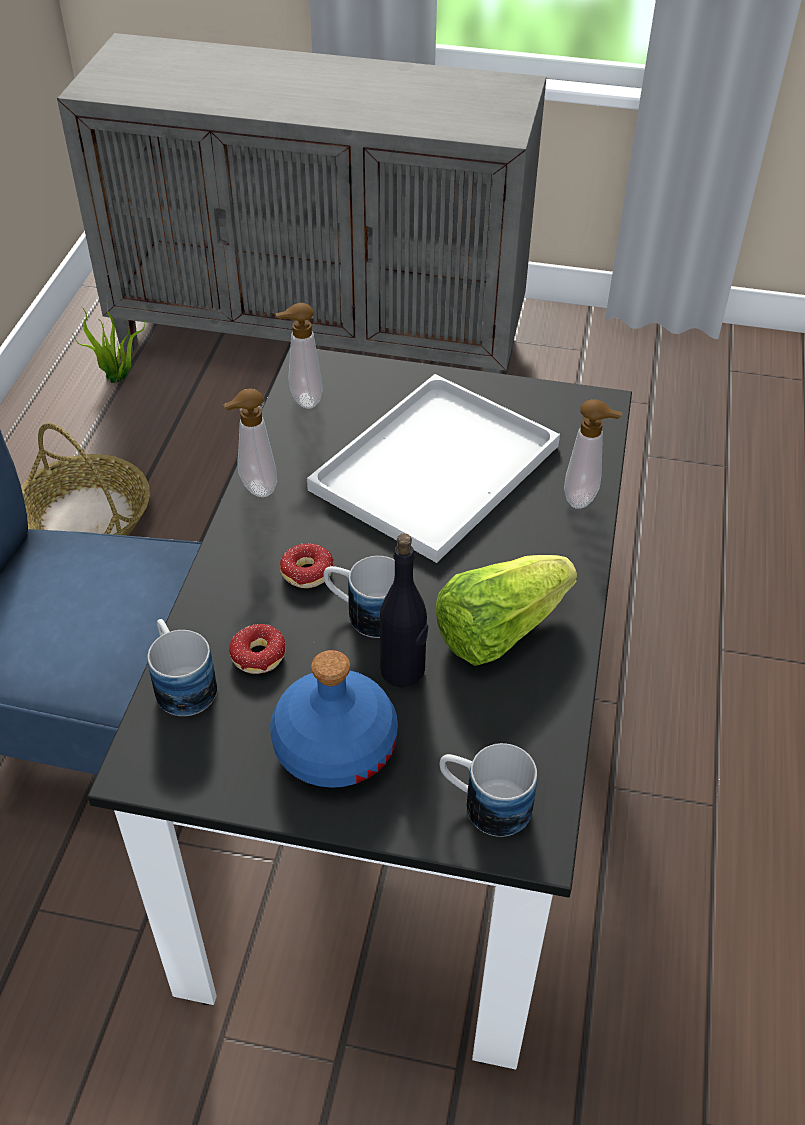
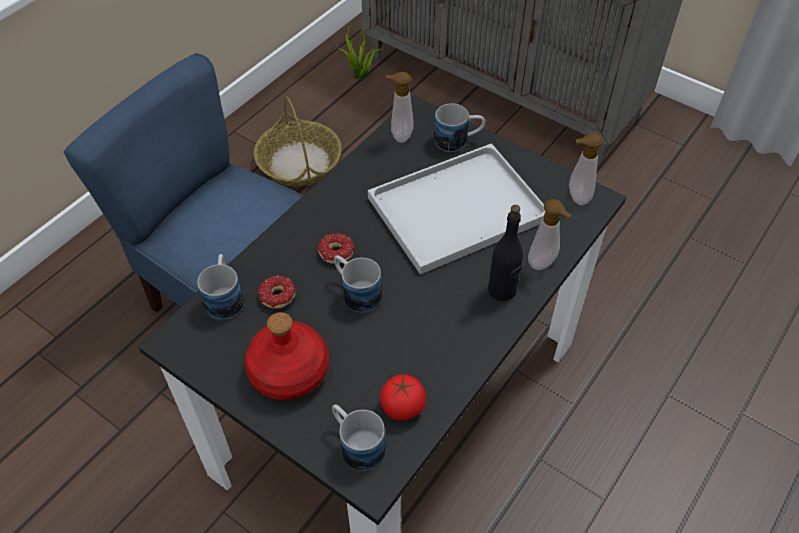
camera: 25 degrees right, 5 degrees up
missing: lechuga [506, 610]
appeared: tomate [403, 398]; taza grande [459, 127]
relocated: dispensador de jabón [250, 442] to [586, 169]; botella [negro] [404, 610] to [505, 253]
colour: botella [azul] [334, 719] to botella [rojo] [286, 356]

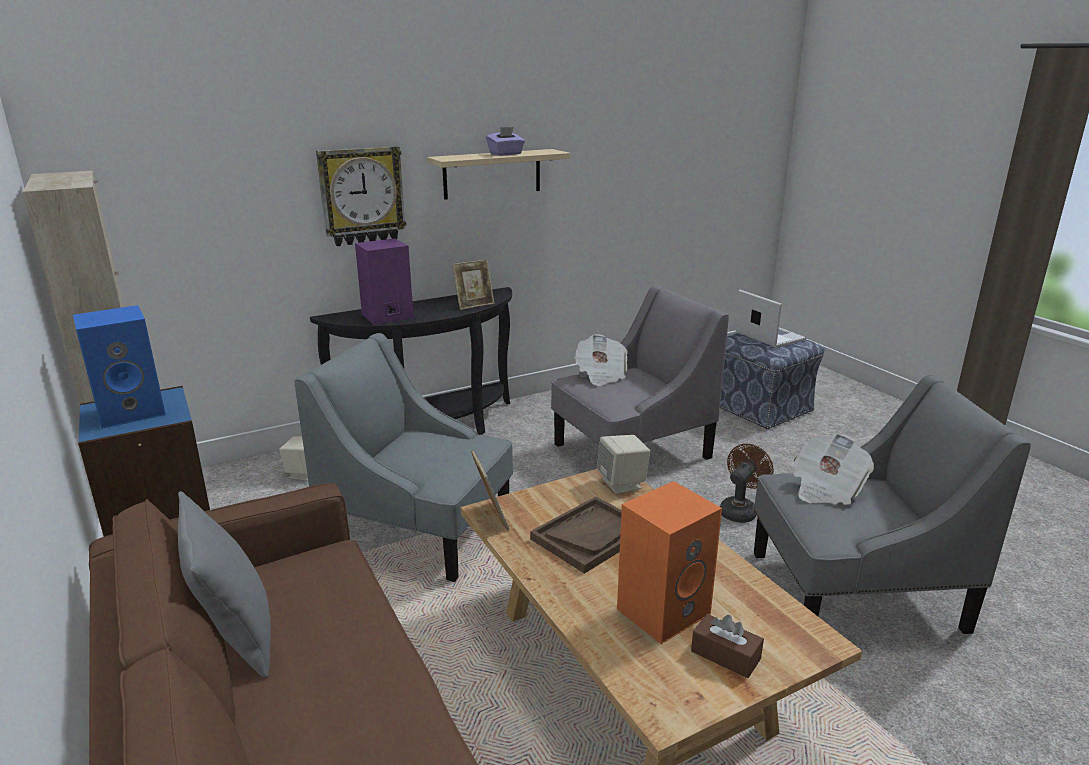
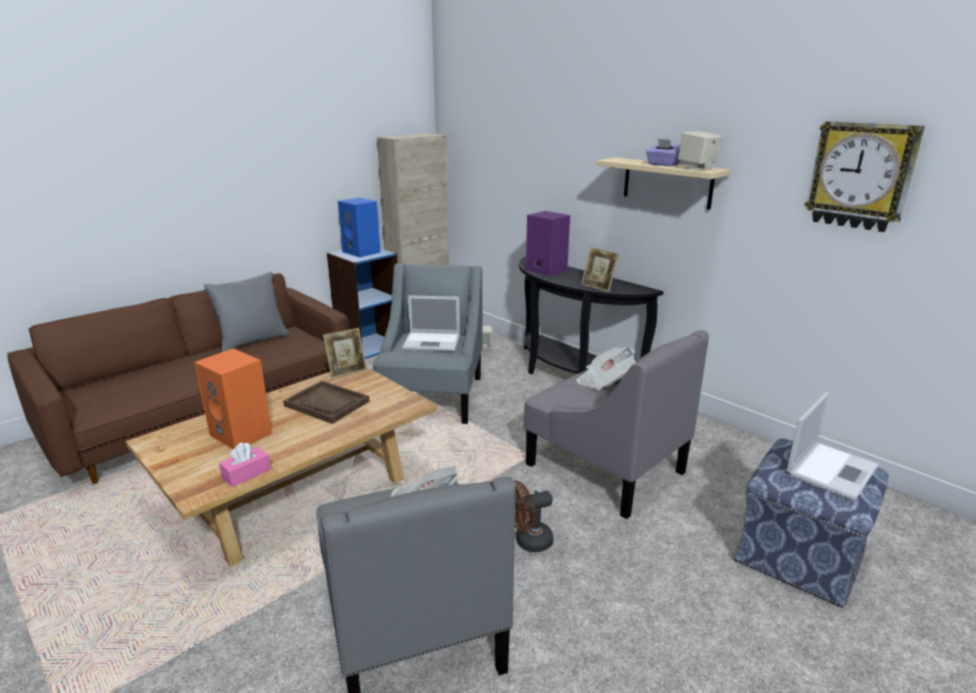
camera: 75 degrees right, 0 degrees up
missing: caja de pañuelos [marrón] [727, 646]
appeared: caja de pañuelos [rosa] [245, 464]; portátil [431, 323]
relocated: reloj de pared [361, 196] to [865, 176]; altavoz [beis] [623, 464] to [700, 151]
spun: ventilador [marrón] [747, 483] = [534, 516] 135 degrees clockwise

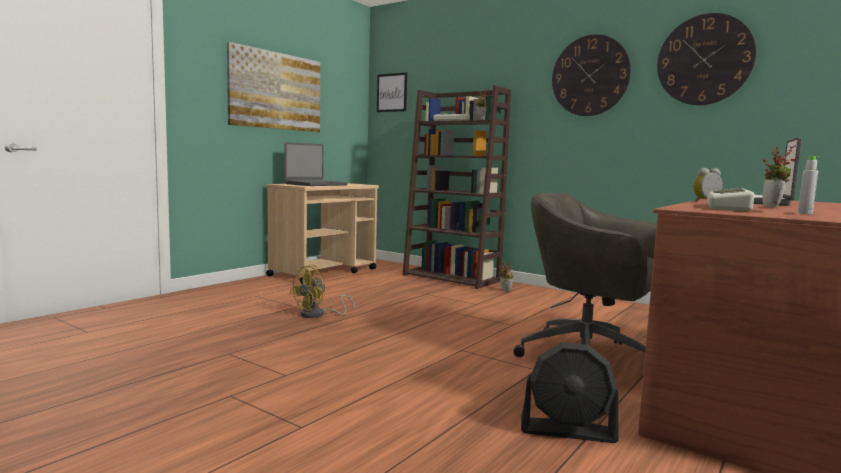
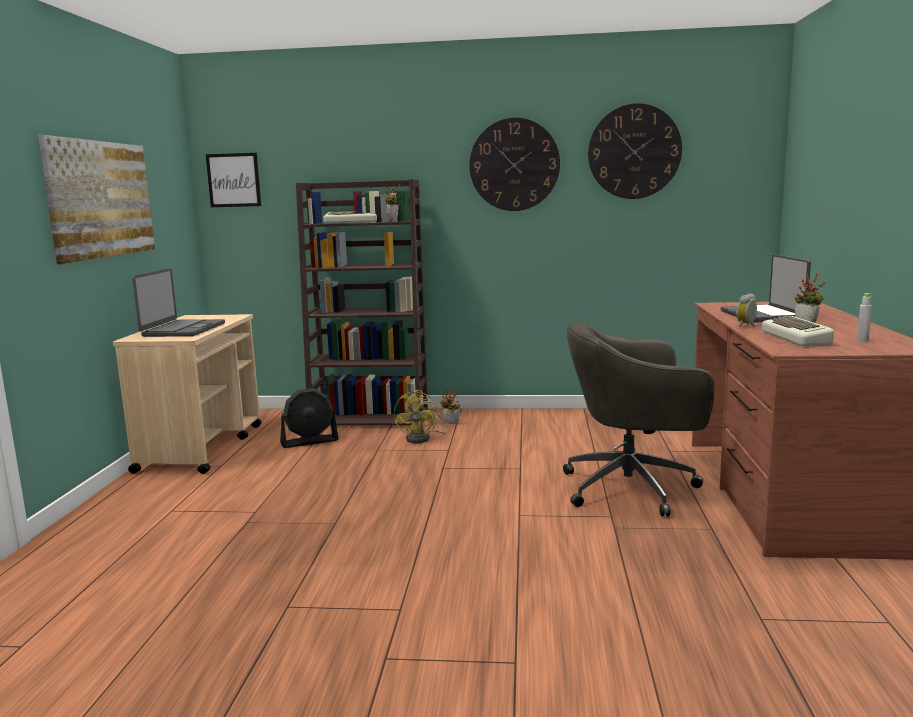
camera: 30 degrees left, 5 degrees up
relocated: ventilador [amarillo] [322, 291] to [420, 416]; ventilador [negro] [570, 392] to [309, 418]

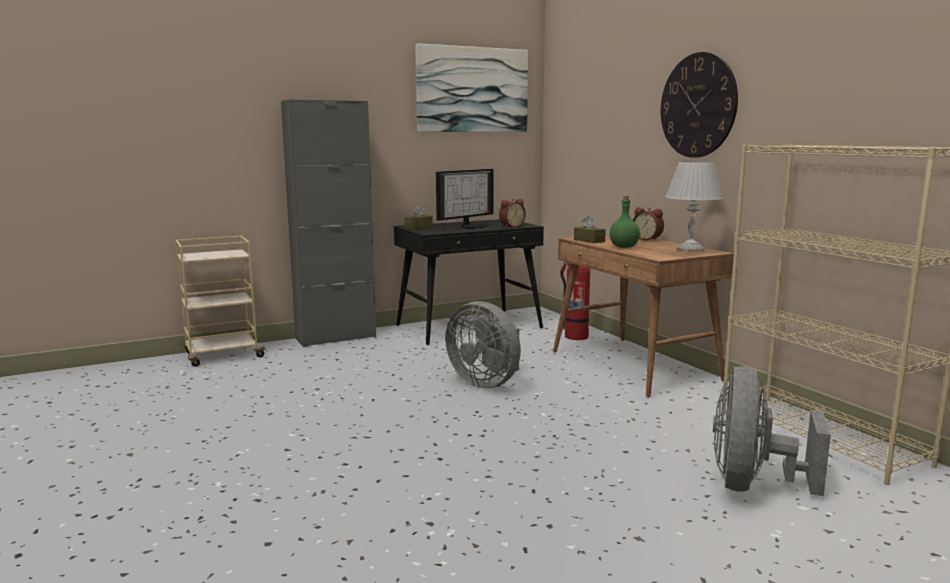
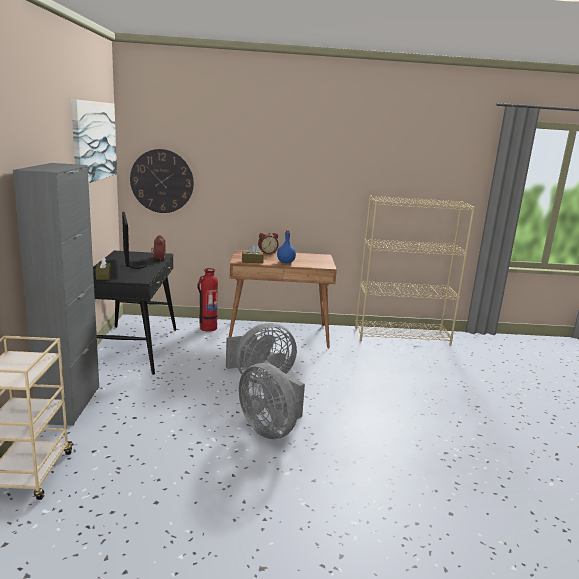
camera: 65 degrees left, 5 degrees up
missing: lámpara de mesa [blanco] [694, 207]
relocated: reloj de pared [699, 105] to [162, 181]; ventilador [gris] [772, 431] to [272, 401]
colour: botella [verde] [625, 222] to botella [azul] [286, 246]

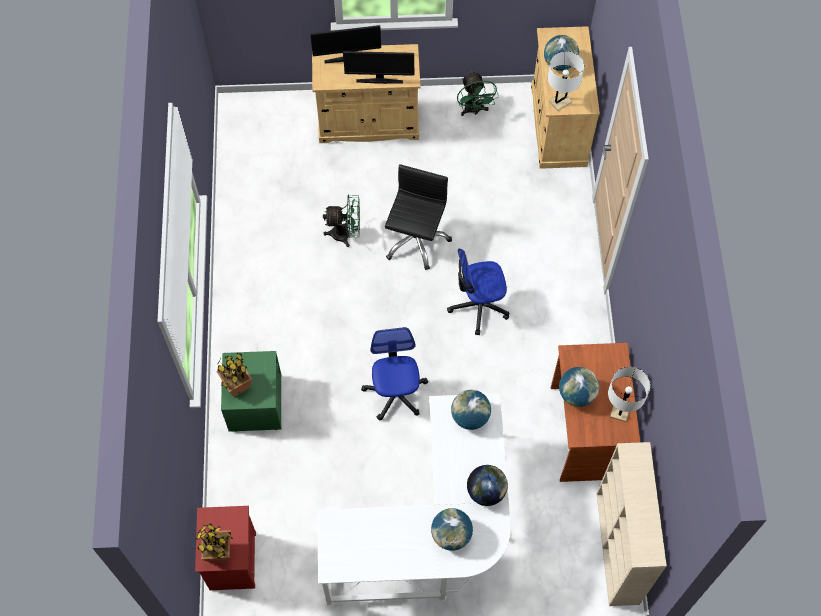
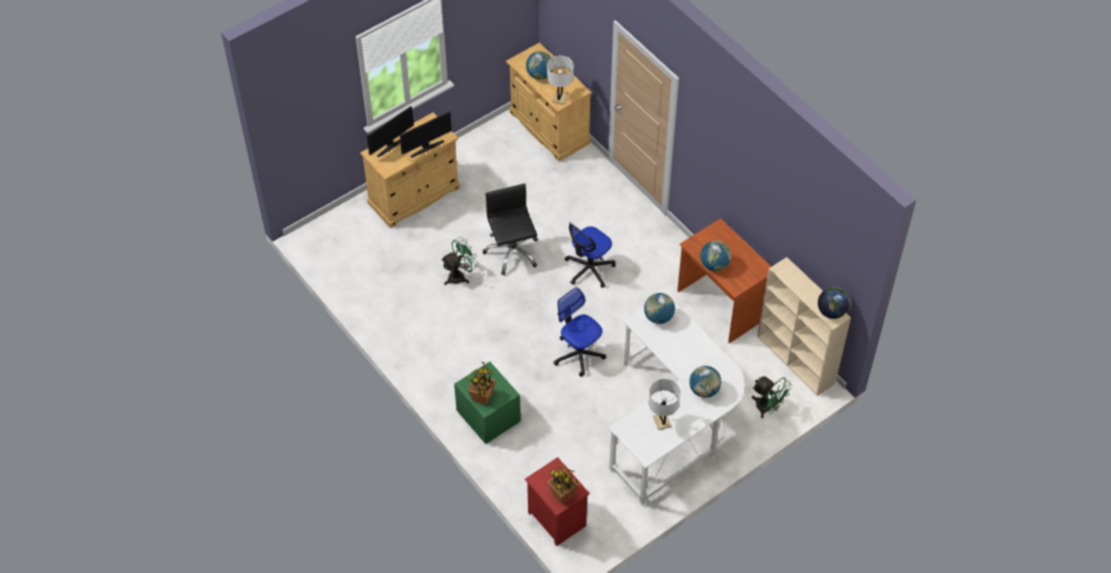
camera: 35 degrees left, 10 degrees down
relocated: ventilador [verde] [478, 93] to [772, 397]; globo terráqueo [487, 485] to [834, 303]; lámpara de mesa [blanco] [629, 394] to [664, 404]

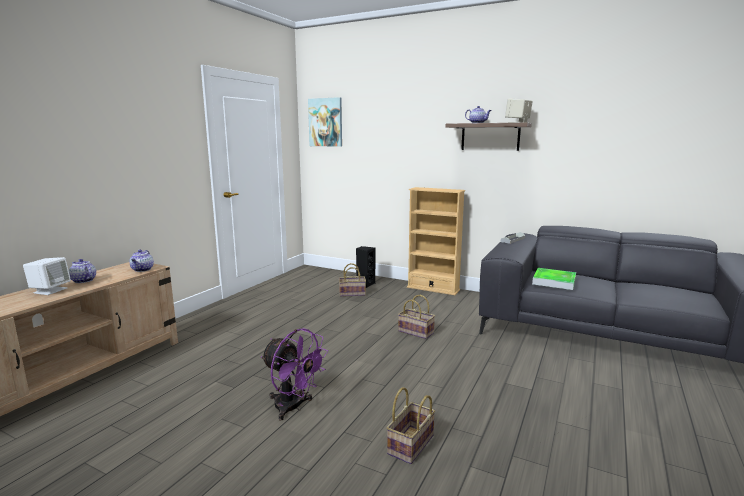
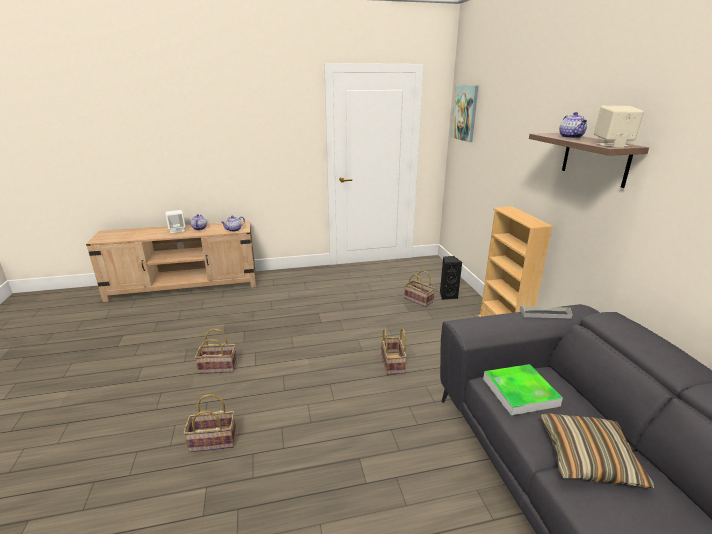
camera: 50 degrees right, 10 degrees up
appeared: cojín [597, 451]
exchanged: ventilador [morado] [294, 374] to cesta [216, 351]

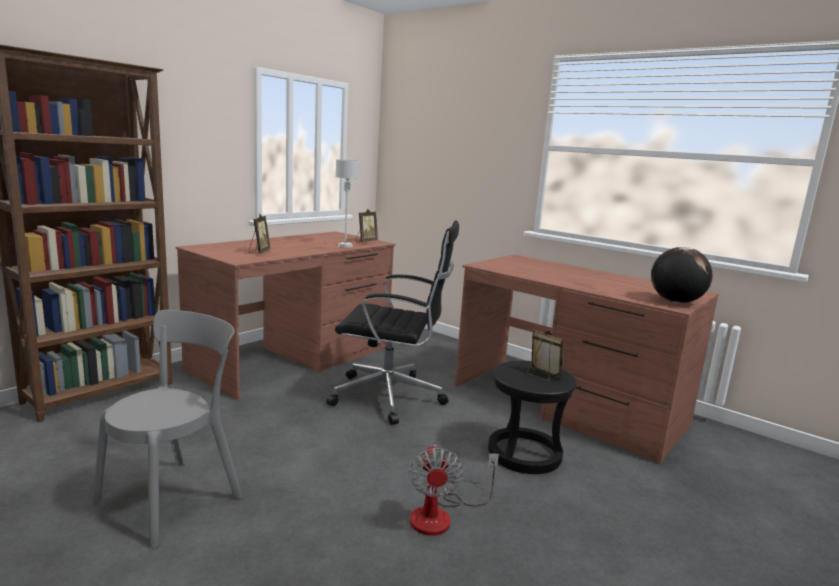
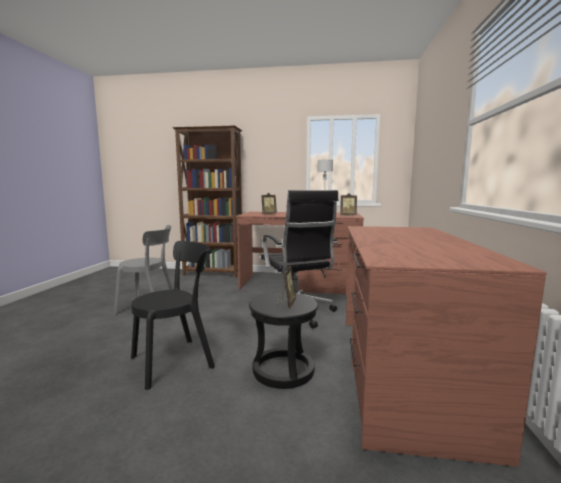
camera: 60 degrees right, 5 degrees down
missing: globo terráqueo [682, 275]
exchanged: ventilador [454, 490] to silla [negro] [173, 315]

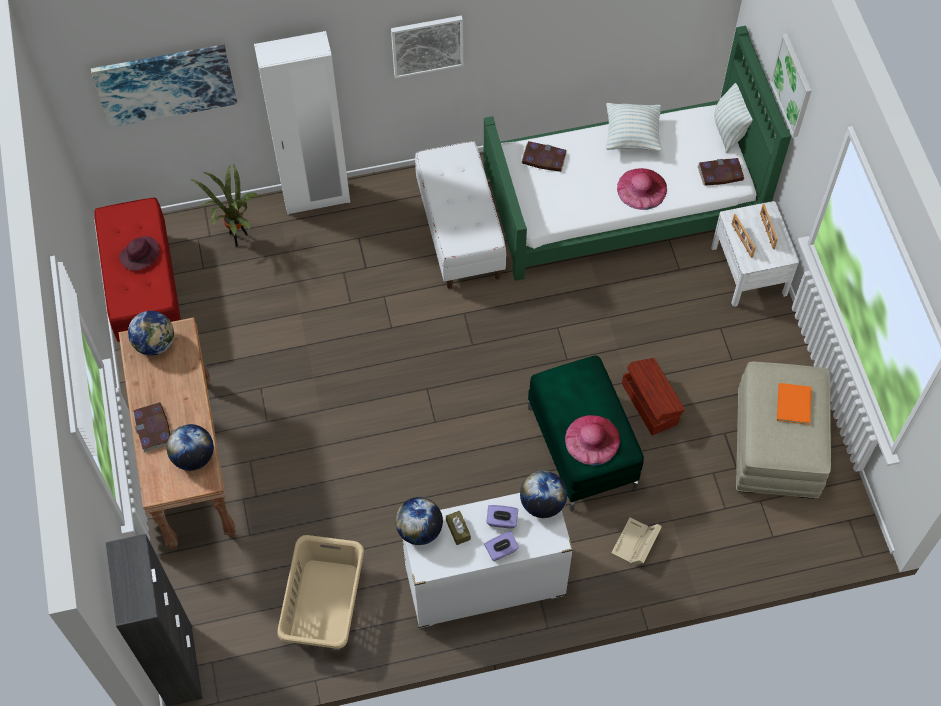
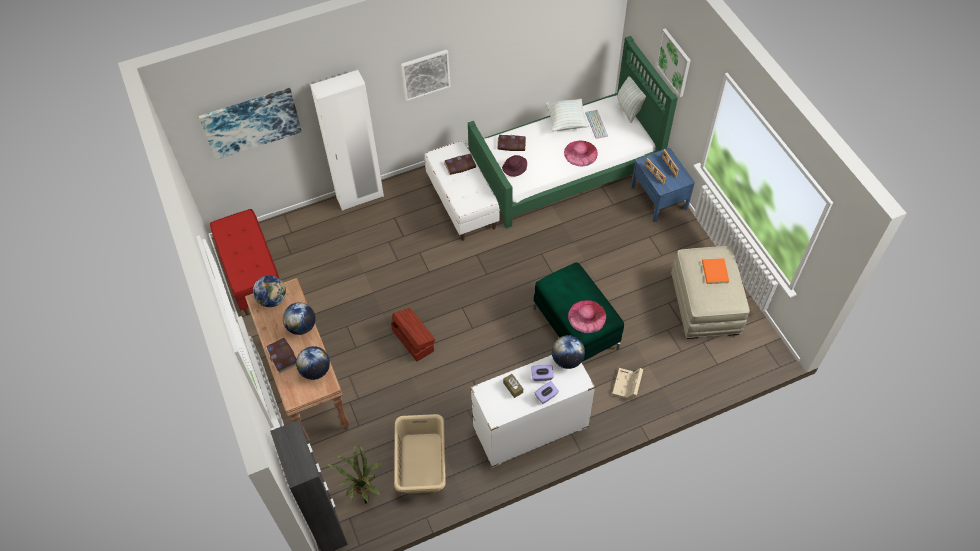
camera: 10 degrees left, 5 degrees down
appeared: teclado [596, 124]
relocated: sombrero [morado] [139, 253] to [514, 166]; planta en maceta [224, 205] to [353, 474]; globo terráqueo [419, 521] to [299, 318]; caja de almacenaje [marrón] [653, 396] to [413, 335]; libro [721, 172] to [460, 164]
colour: mesita de noche [blanco] [755, 254] to mesita de noche [azul] [663, 185]

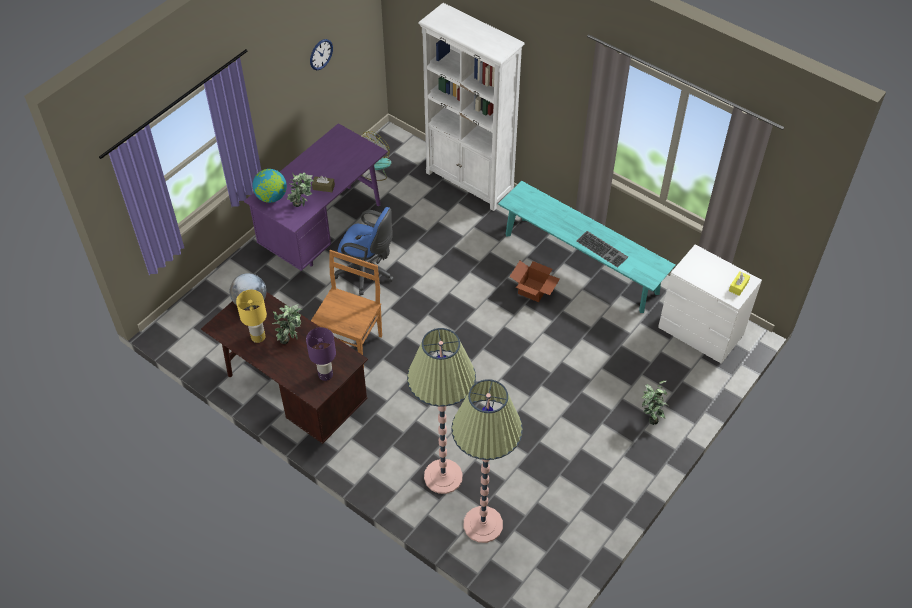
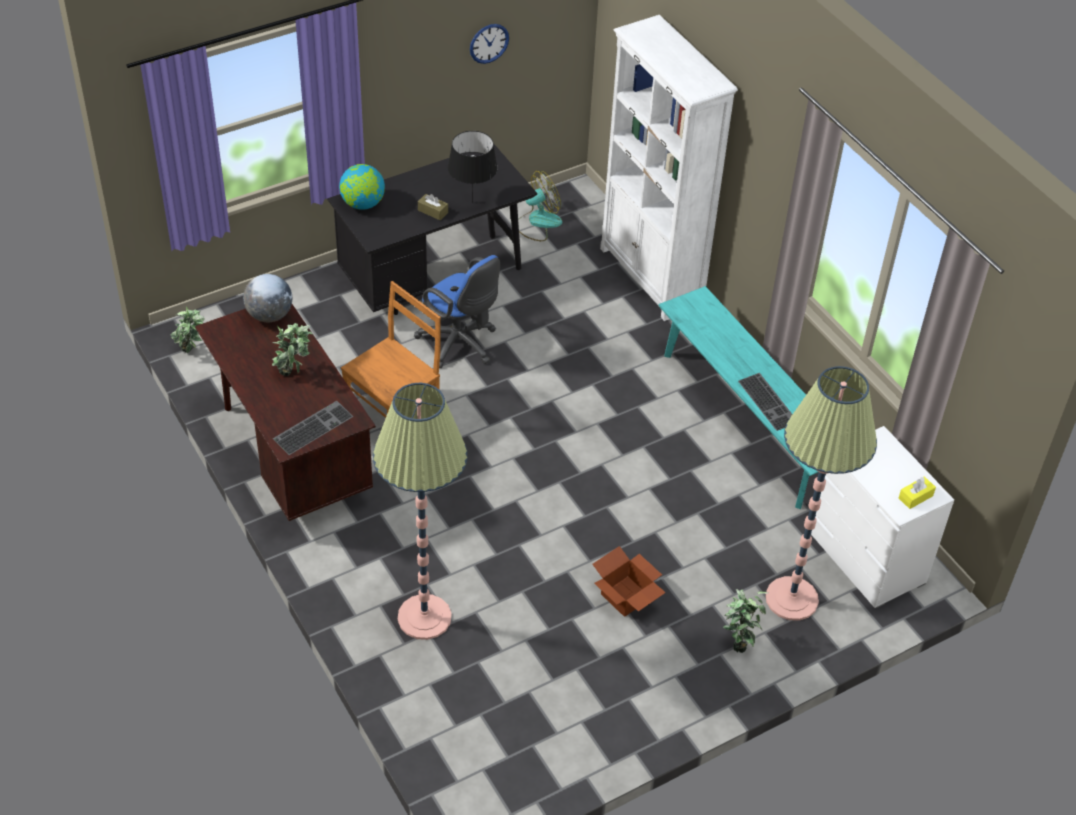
camera: 20 degrees right, 5 degrees down
missing: lámpara de mesa [amarillo] [251, 316]
appeared: lámpara de mesa [negro] [473, 167]
relocated: planta en maceta [300, 189] to [188, 330]; lámpara de pie [487, 461] to [821, 493]; caja de cartón [534, 281] to [629, 581]
exchanged: lámpara de mesa [morado] [321, 354] to teclado [313, 428]
colour: escritorio [morado] [316, 197] to escritorio [negro] [432, 229]

